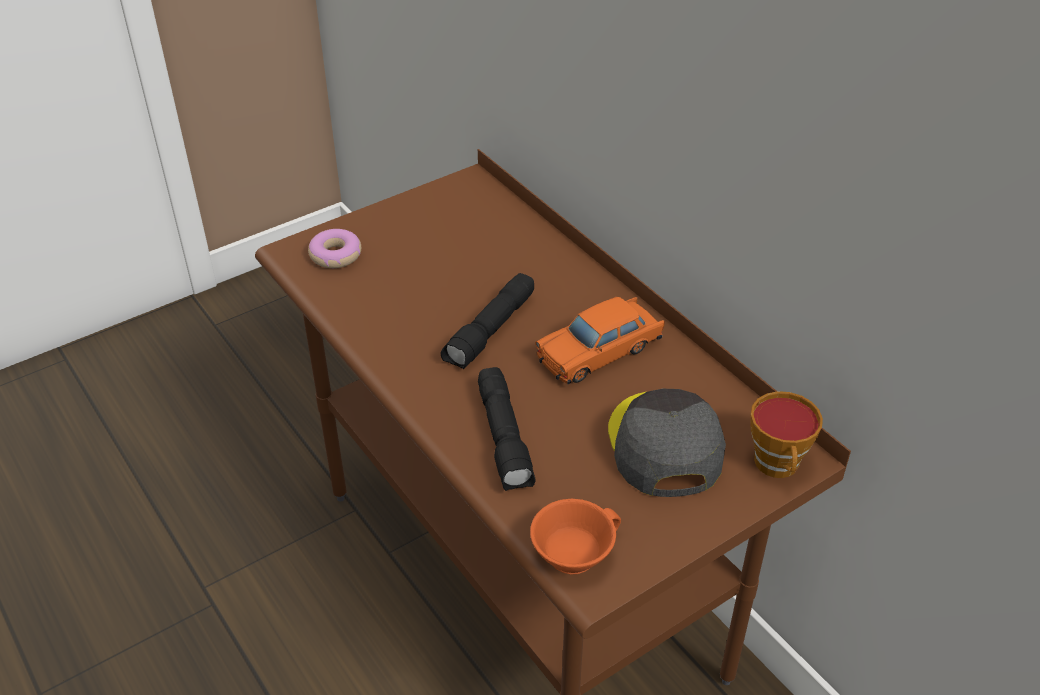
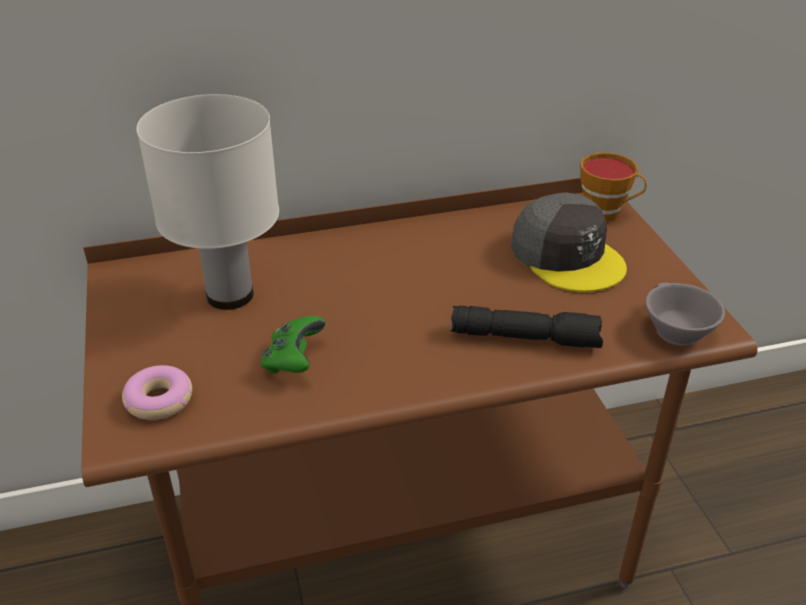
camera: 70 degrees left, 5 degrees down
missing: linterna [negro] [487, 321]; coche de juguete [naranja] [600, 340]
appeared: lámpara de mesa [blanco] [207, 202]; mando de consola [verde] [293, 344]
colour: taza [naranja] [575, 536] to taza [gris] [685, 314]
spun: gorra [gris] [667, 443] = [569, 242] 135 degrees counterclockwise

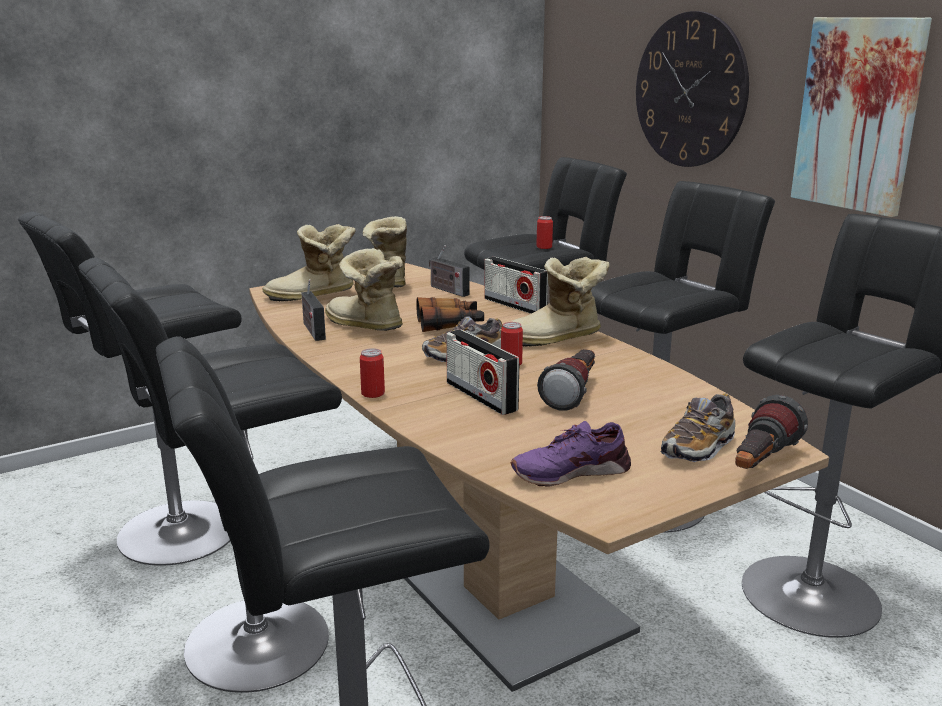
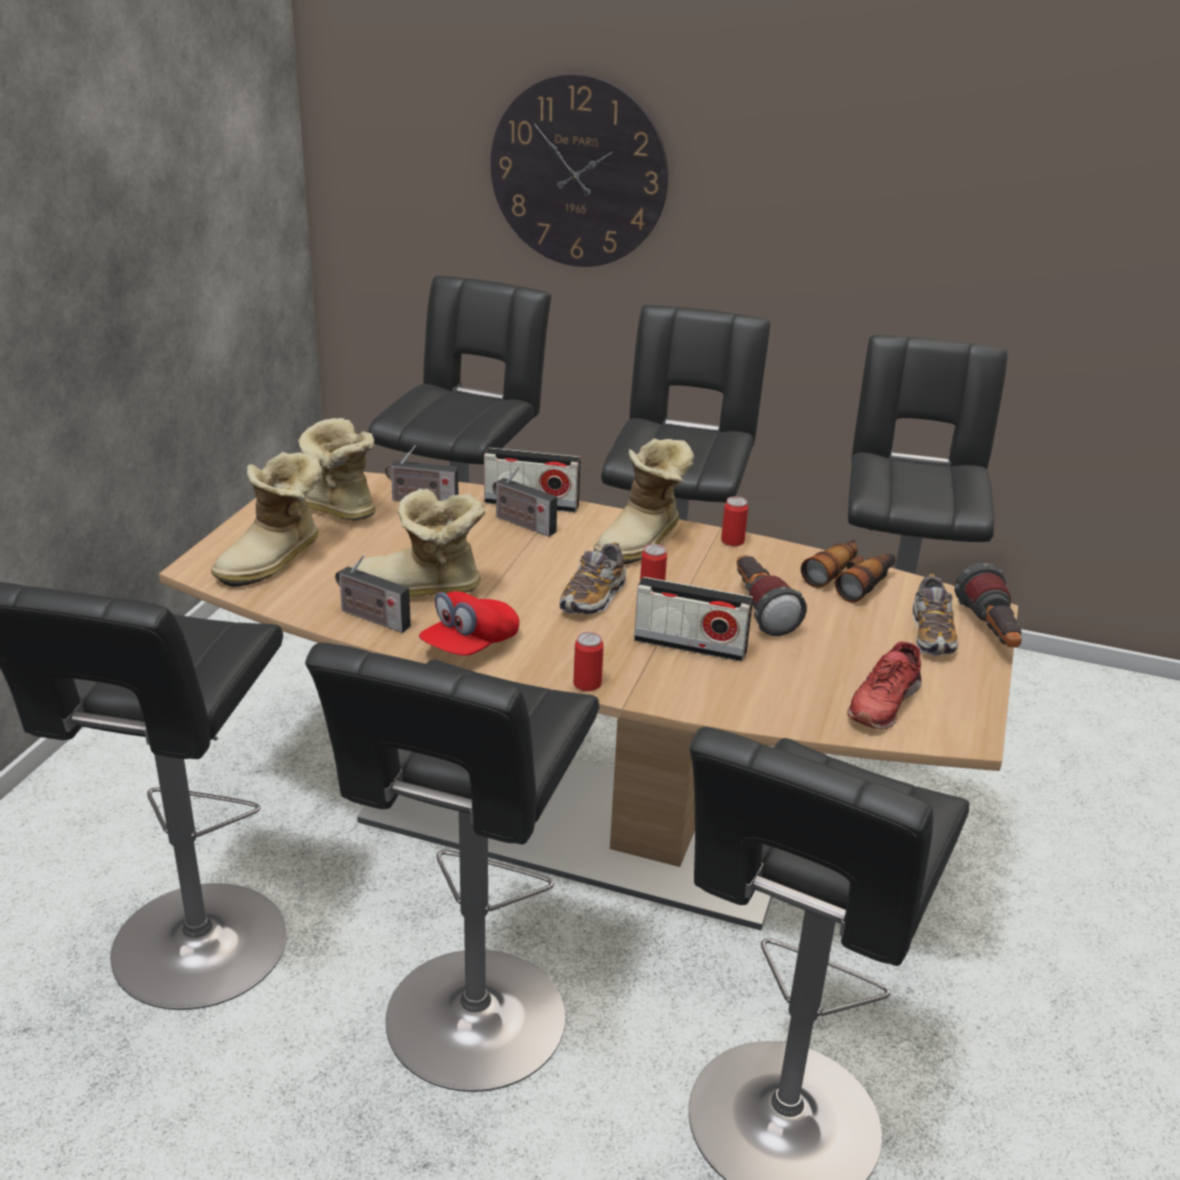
camera: 40 degrees left, 10 degrees up
missing: cuadro [861, 117]
appeared: gorra [rojo] [469, 623]; radio [525, 501]
relocated: prismáticos [450, 314] to [848, 571]; lata [544, 232] to [734, 521]
colour: zapato [morado] [571, 453] to zapato [rojo] [884, 686]

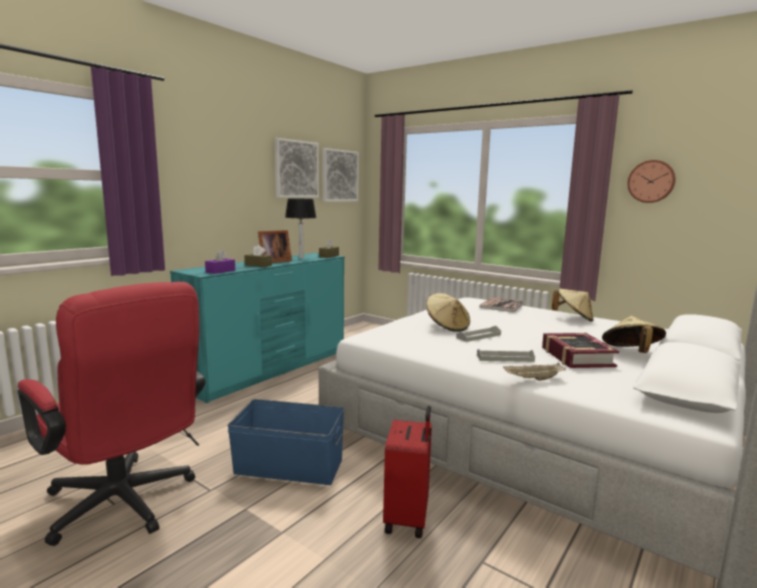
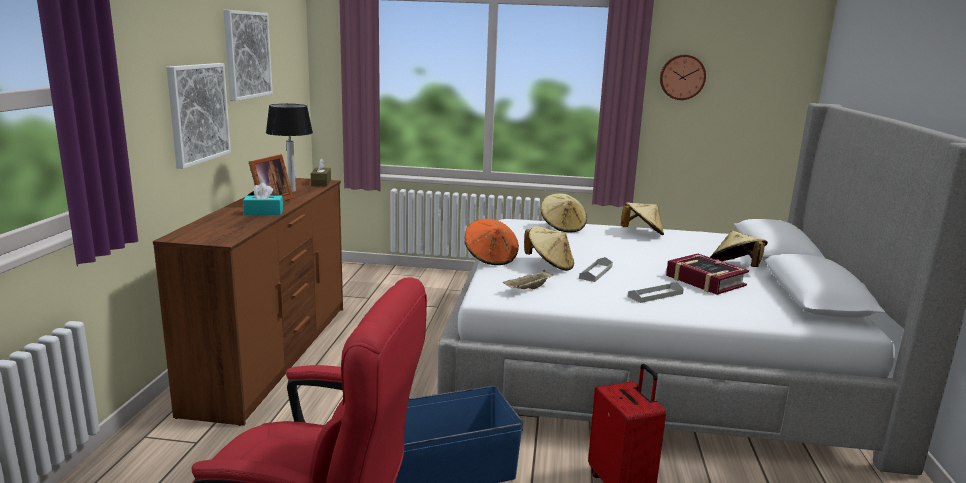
camera: 30 degrees left, 5 degrees up
missing: caja de pañuelos [morado] [220, 261]
appeared: sombrero [naranja] [492, 242]
relocated: cuadro [340, 175] to [198, 116]; bandeja [beis] [534, 372] to [528, 279]
exchanged: libro [501, 305] to sombrero [beis] [564, 213]
colour: cómoda [turquesa] [257, 328] to cómoda [marrón] [248, 302]; caja de pañuelos [marrón] [258, 256] to caja de pañuelos [turquesa] [263, 199]

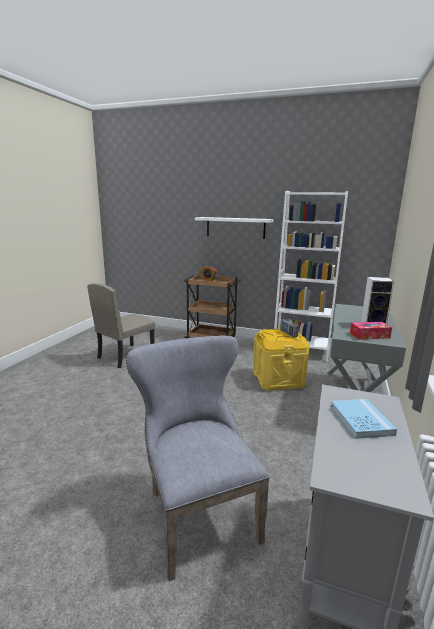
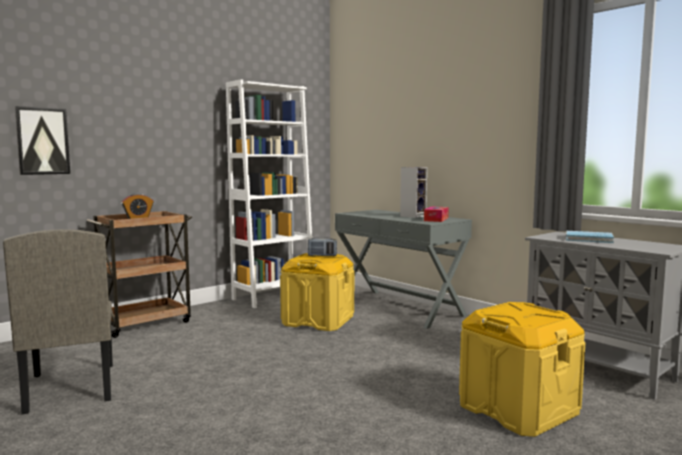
camera: 60 degrees left, 10 degrees down
missing: estante [blanco] [234, 228]
appeared: cuadro [42, 140]
exchanged: silla [gris] [198, 458] to caja de almacenaje [amarillo] [522, 369]

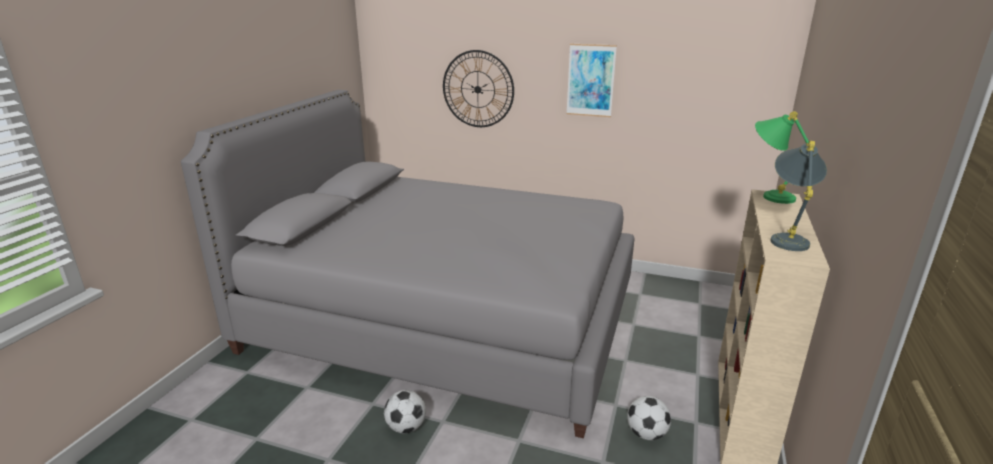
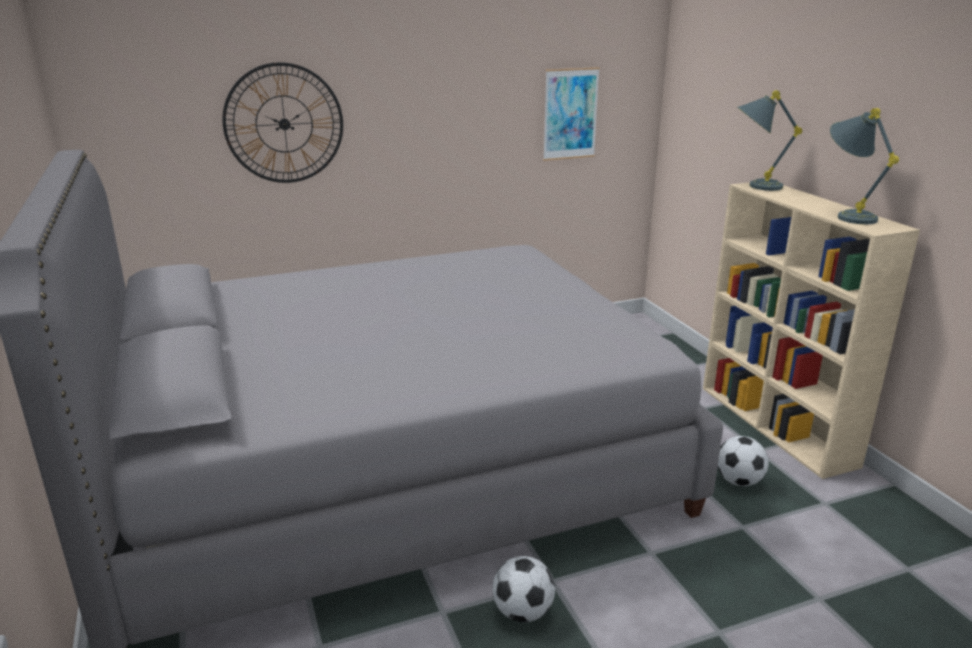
camera: 40 degrees left, 0 degrees up
relocated: cuadro [591, 80] to [571, 114]
colour: lámpara de mesa [verde] [782, 157] to lámpara de mesa [gris] [769, 140]

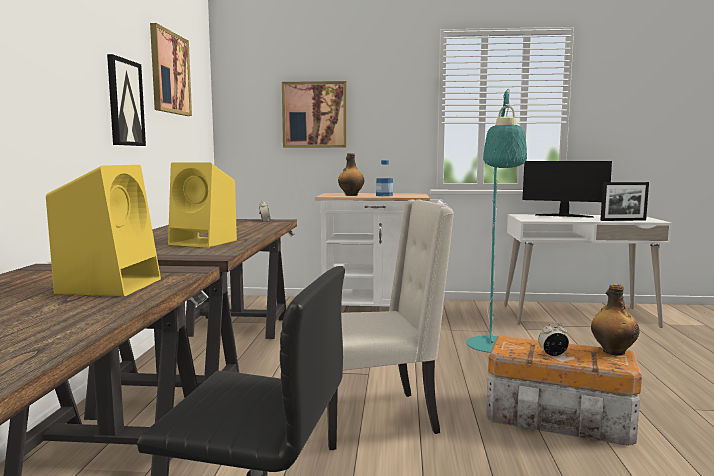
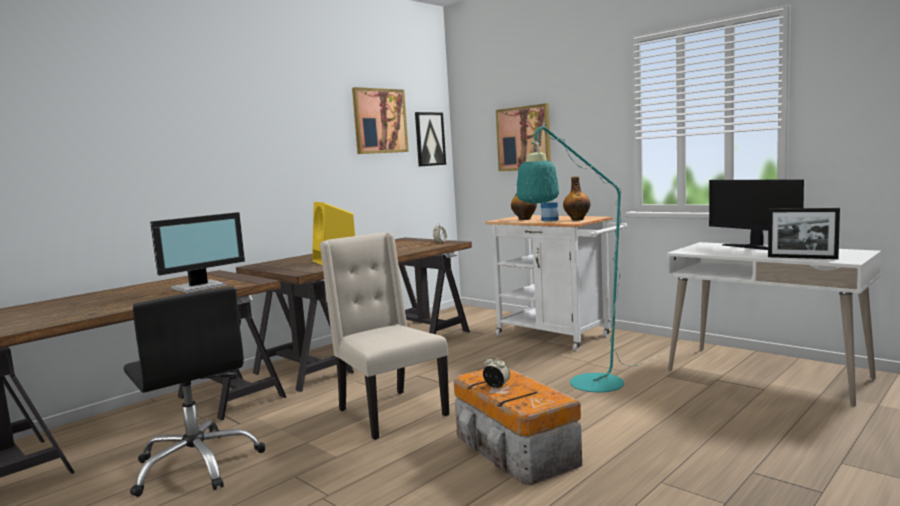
camera: 40 degrees right, 0 degrees up
relocated: cuadro [126, 100] to [430, 139]; botella [615, 320] to [576, 198]
exchanged: altavoz [amarillo] [103, 230] to monitor [197, 252]
spun: silla [beis] [390, 325] = [384, 336] 150 degrees counterclockwise

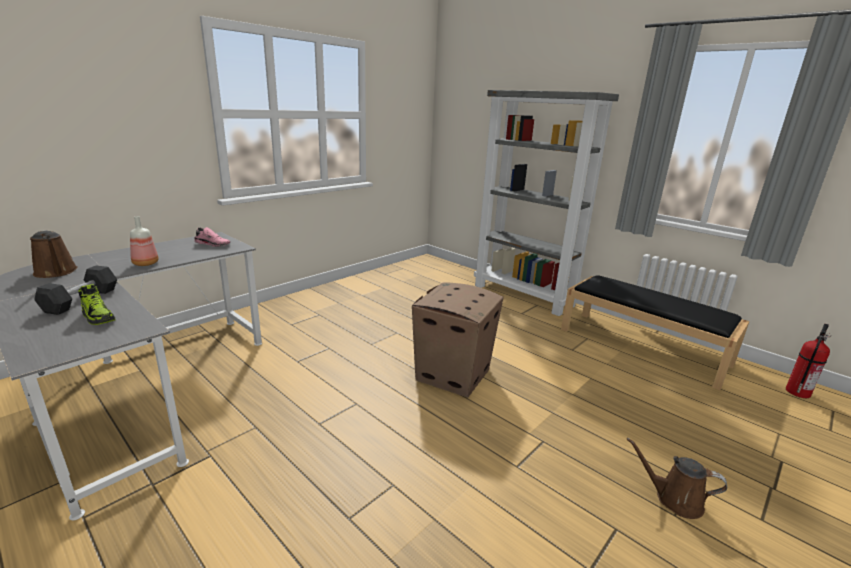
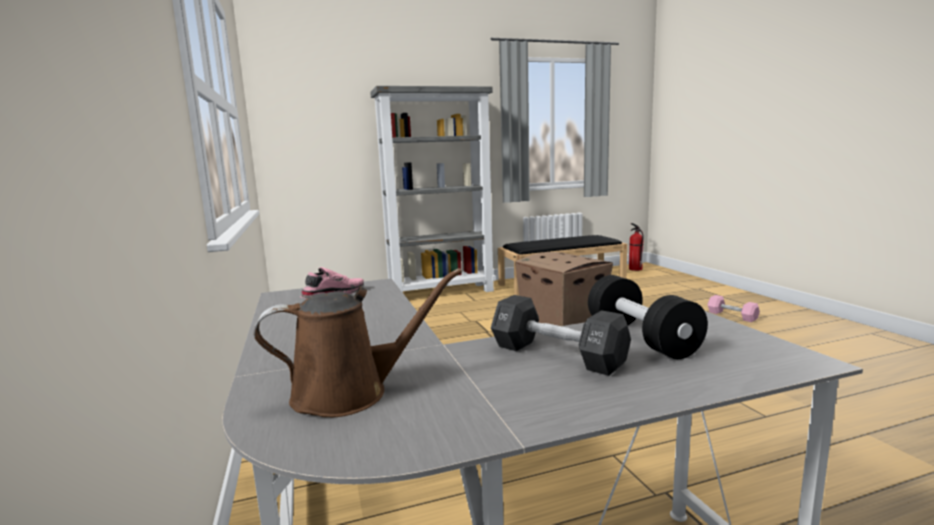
camera: 60 degrees left, 10 degrees down
missing: botella [144, 241]
exchanged: zapato [96, 304] to mancuerna [negro] [648, 317]; regadera [marrón] [677, 478] to mancuerna [rosa] [733, 308]

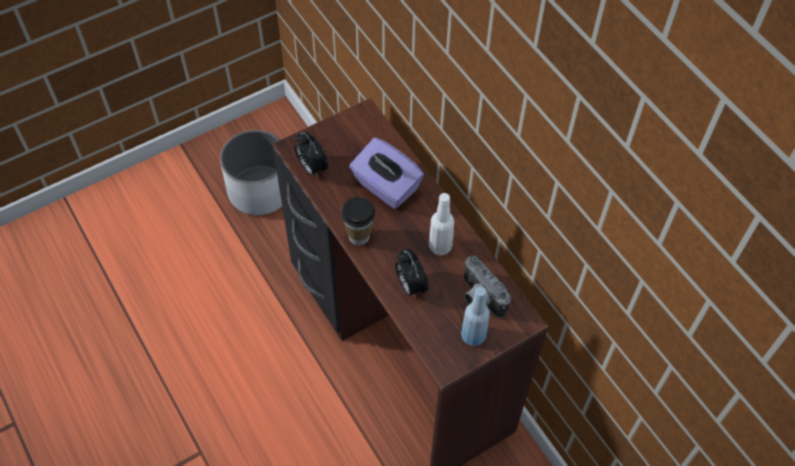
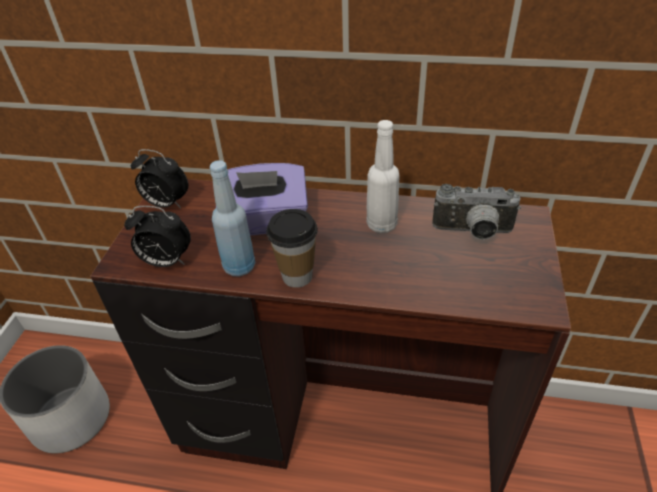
camera: 45 degrees left, 15 degrees down
relocated: despertador [412, 273] to [159, 178]; botella [azul] [475, 316] to [233, 218]

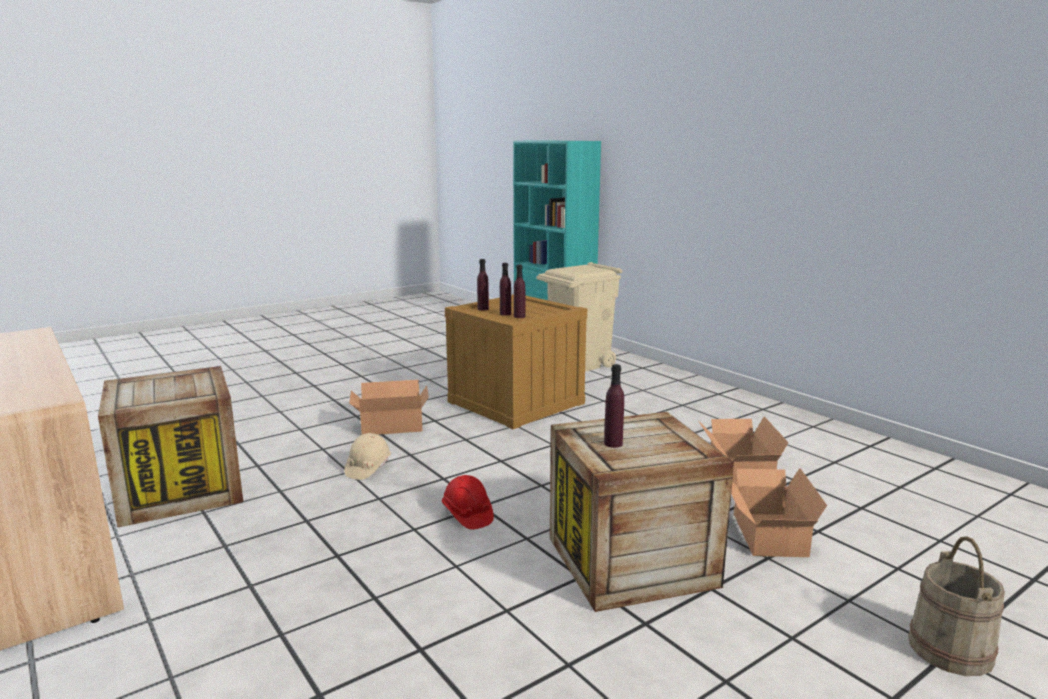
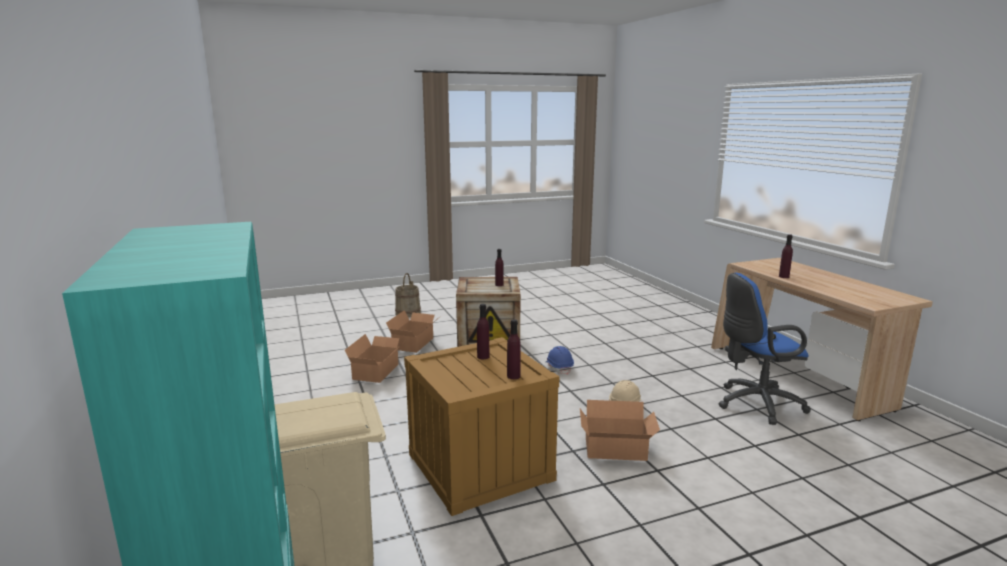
camera: 165 degrees left, 0 degrees up
relocated: botella [morado] [505, 289] to [786, 256]
exchanged: caja de embalaje [170, 447] to silla de oficina [azul] [765, 349]
colour: casco [rojo] [468, 502] to casco [azul] [560, 360]

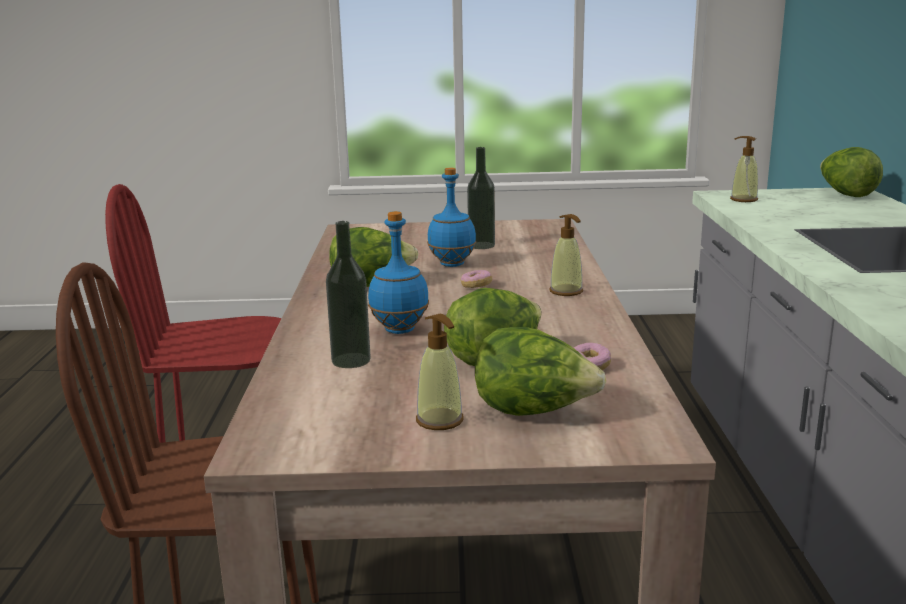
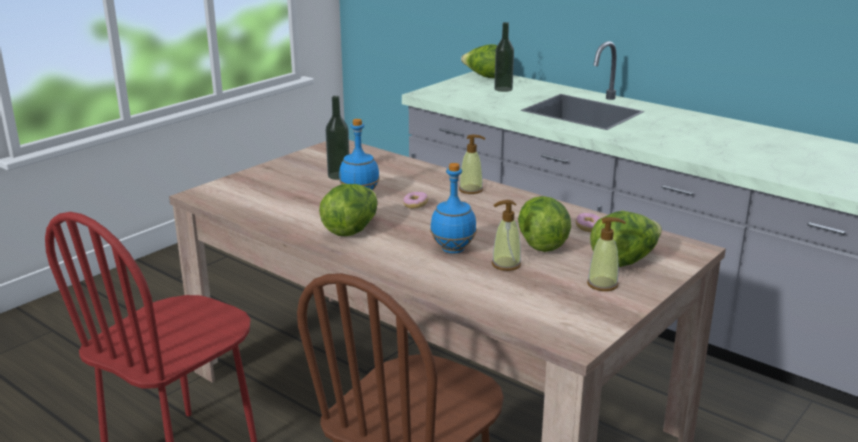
camera: 50 degrees left, 5 degrees up
relocated: botella [348, 294] to [504, 57]; dispensador de jabón [744, 169] to [507, 235]

